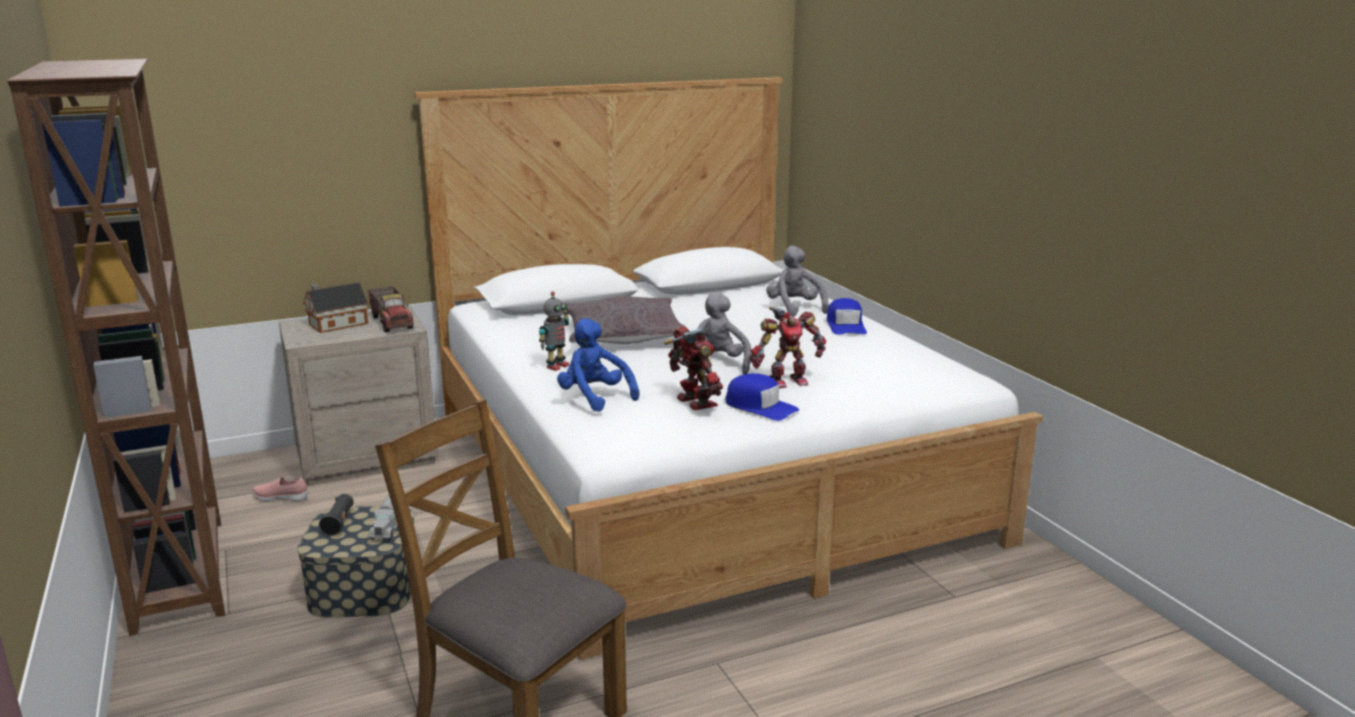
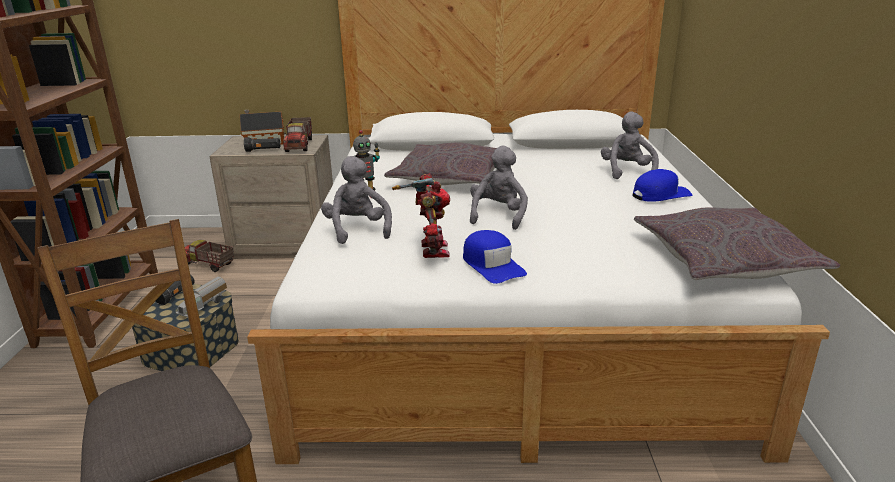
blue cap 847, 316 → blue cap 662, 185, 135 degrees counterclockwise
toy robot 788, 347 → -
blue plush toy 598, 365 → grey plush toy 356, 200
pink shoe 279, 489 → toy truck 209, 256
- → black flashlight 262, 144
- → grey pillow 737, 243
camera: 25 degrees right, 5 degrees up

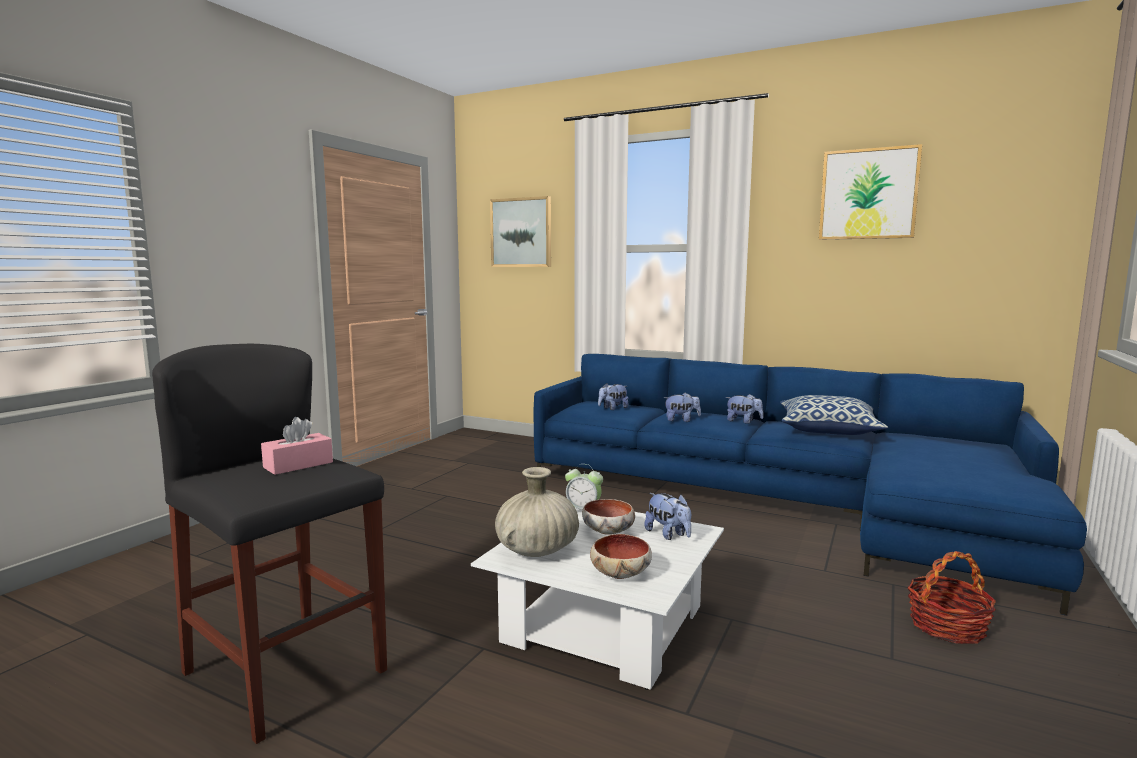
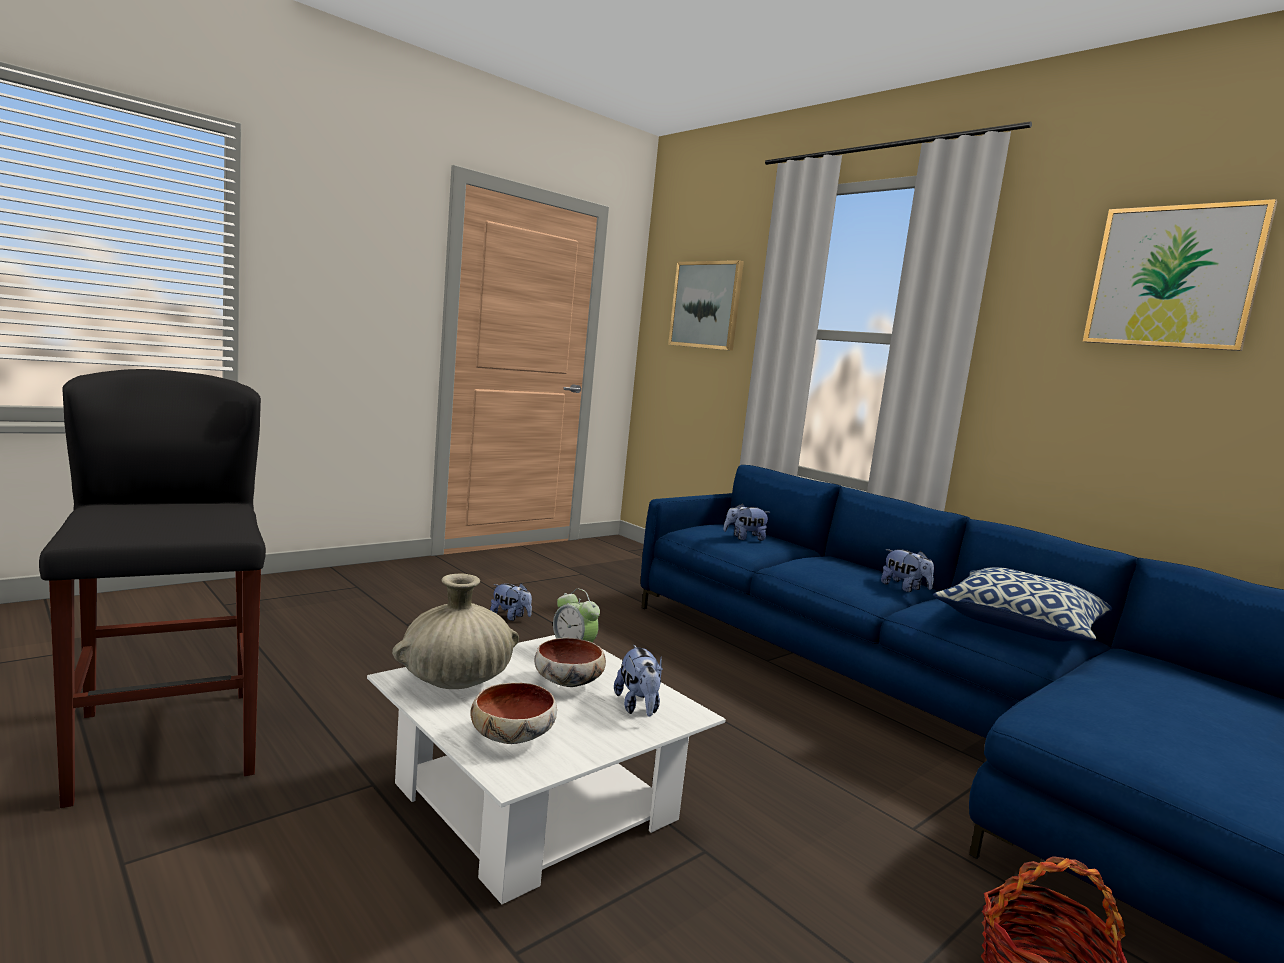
plush toy 682, 407 → plush toy 511, 602, moved
pink tissue box 297, 446 → -
camera: 20 degrees right, 0 degrees up

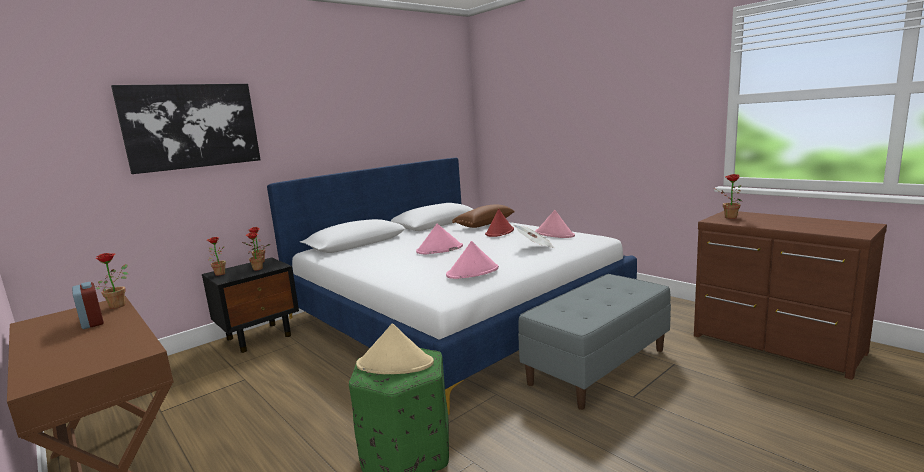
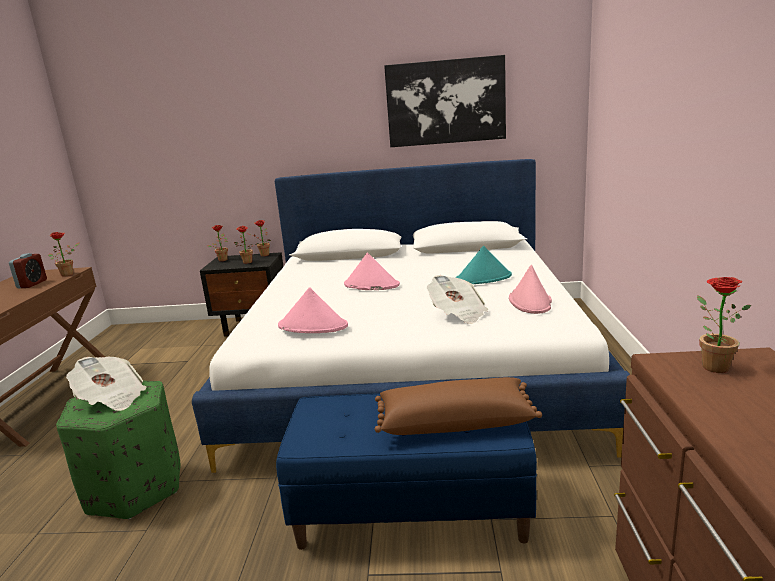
picture 186, 129 → picture 445, 101, moved
brown pillow 483, 216 → brown pillow 458, 406, moved
red hat 499, 223 → turquoise hat 483, 265
grey bench 594, 342 → blue bench 406, 471
beige hat 395, 348 → newspaper 106, 384
camera: 45 degrees right, 5 degrees up

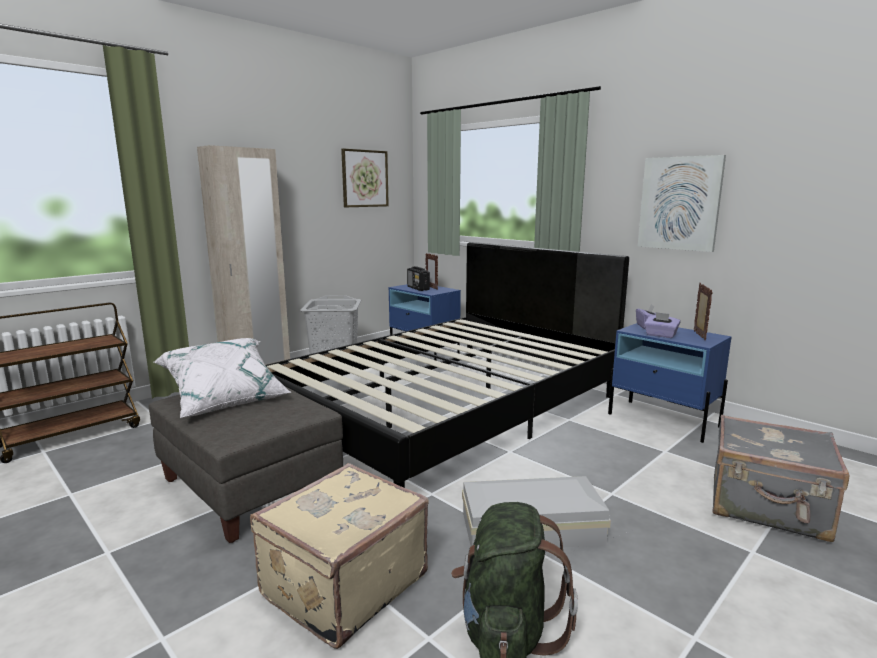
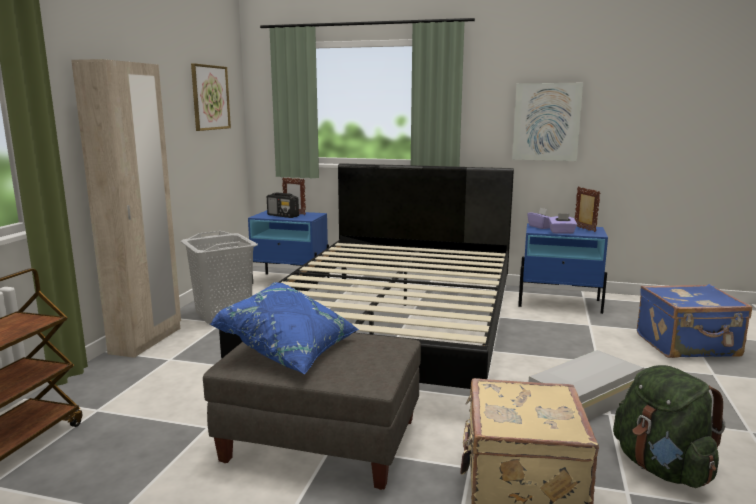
white pillow 222, 378 → blue pillow 284, 328
grey suitcase 780, 478 → blue suitcase 694, 321
camera: 30 degrees left, 0 degrees up

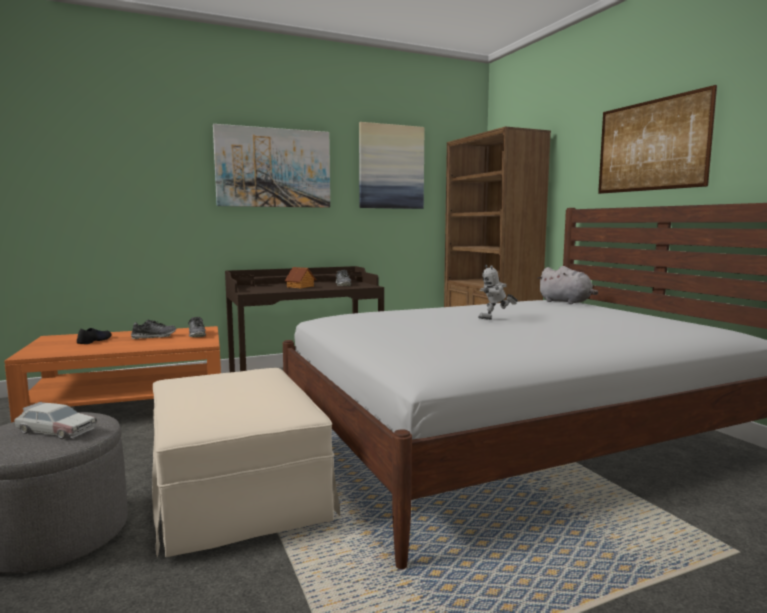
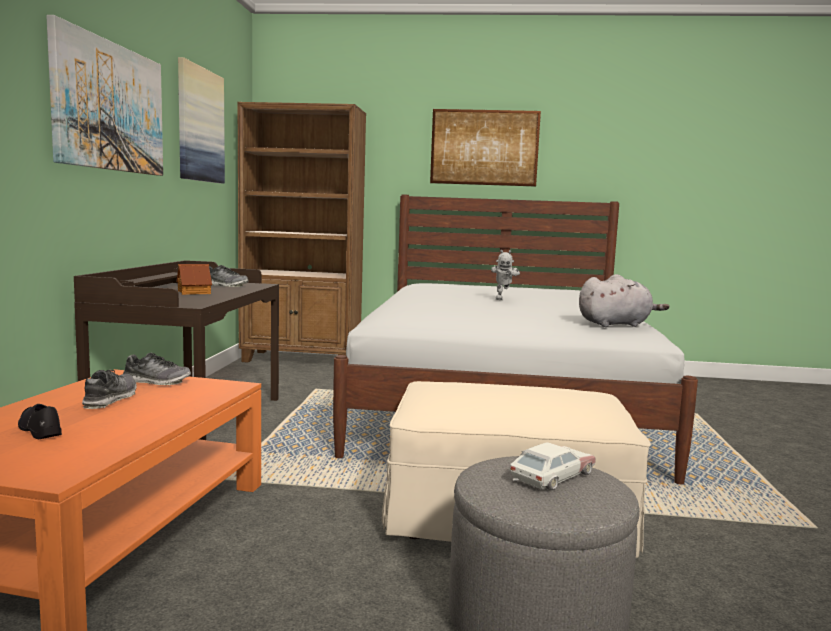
grey plush toy 567, 285 → grey plush toy 624, 300, moved
camera: 60 degrees left, 0 degrees up

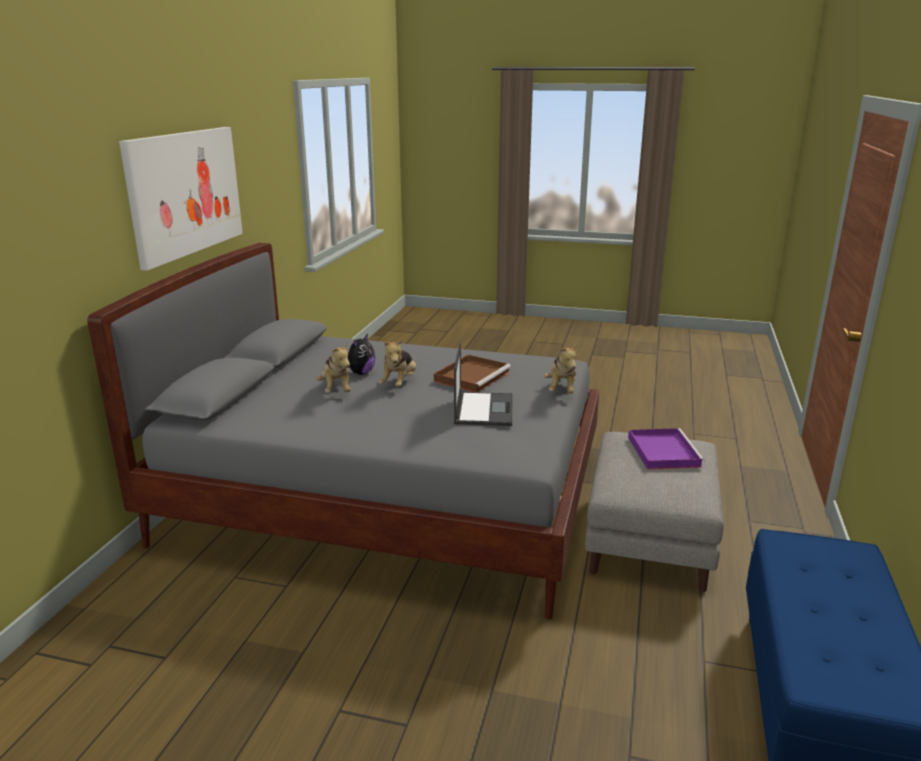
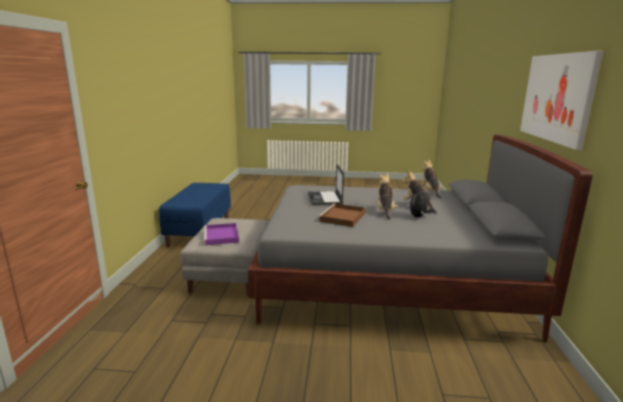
plush toy 561, 369 → plush toy 431, 179, moved
camera: 170 degrees right, 5 degrees down

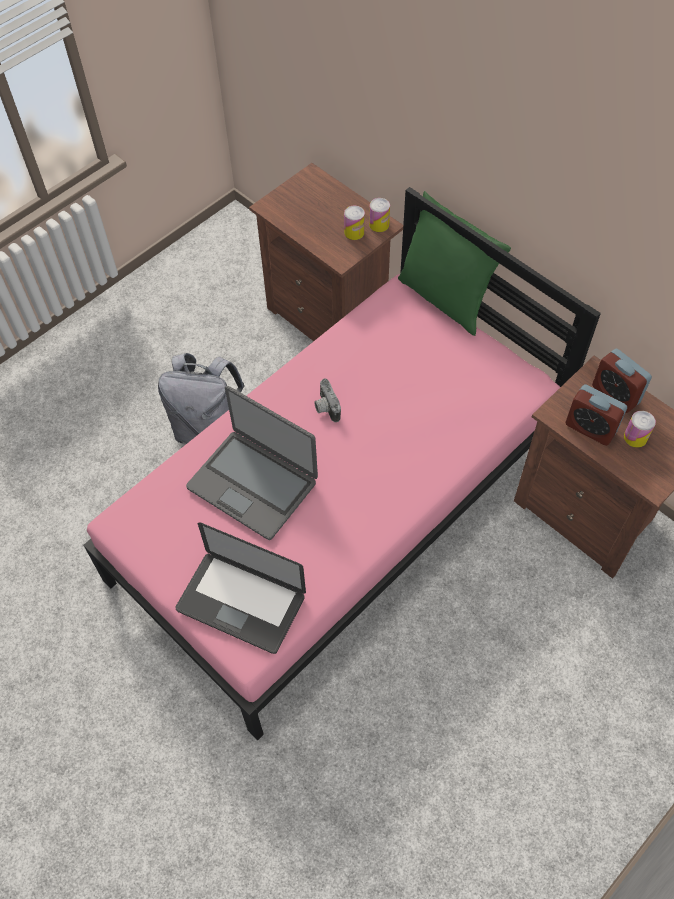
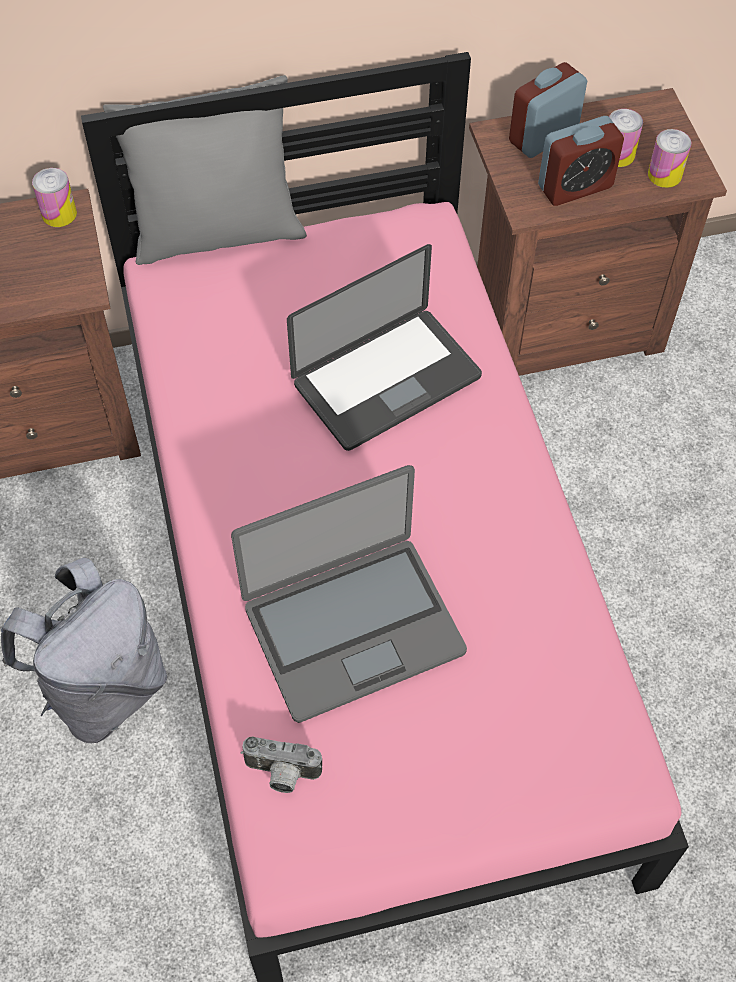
green pillow 454, 263 → grey pillow 205, 170
can 354, 223 → can 669, 158, moved
alarm clock 622, 380 → alarm clock 548, 110, 150 degrees clockwise
photo camera 327, 400 → photo camera 281, 765, moved
laptop 240, 588 → laptop 384, 347, moved
camera: 60 degrees left, 0 degrees up

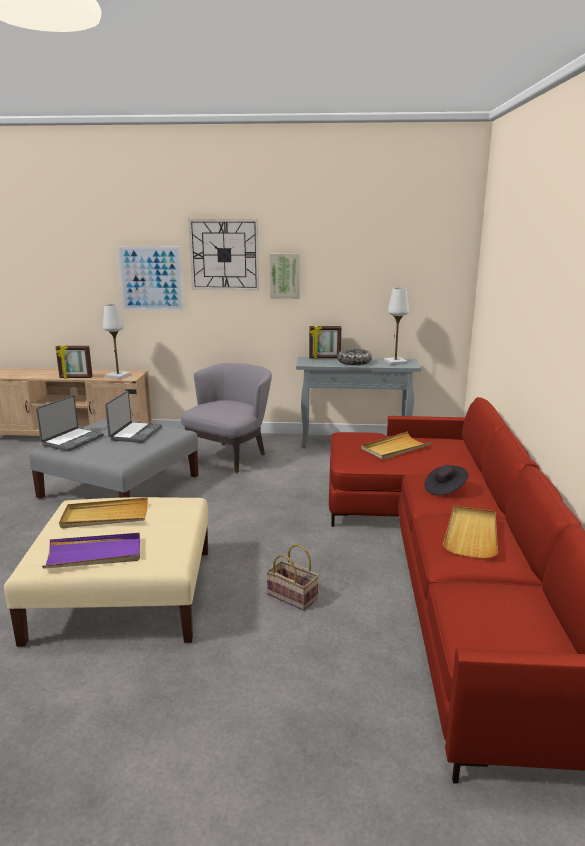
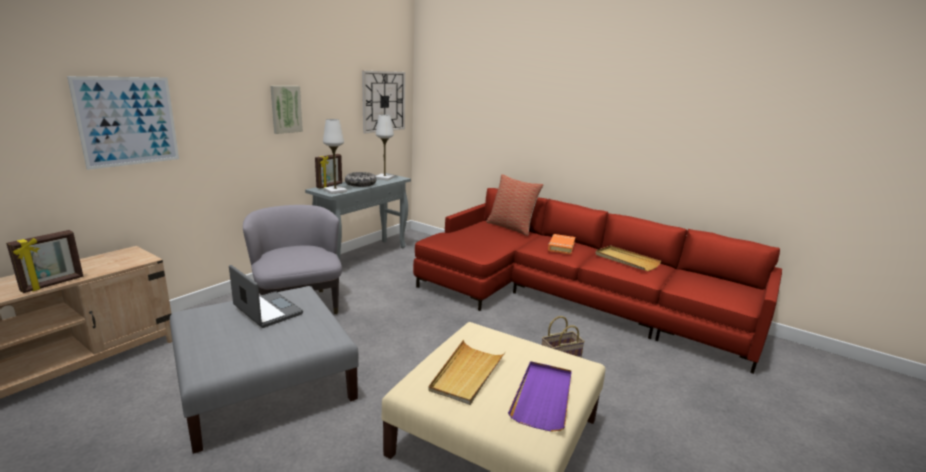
wall clock 223, 255 → wall clock 384, 102, moved
white table lamp 116, 341 → white table lamp 335, 156, moved
laptop 70, 423 → -
beige tray 396, 445 → -
black hat 446, 480 → orange book 561, 244
- → pillow 515, 205
camera: 60 degrees left, 0 degrees up

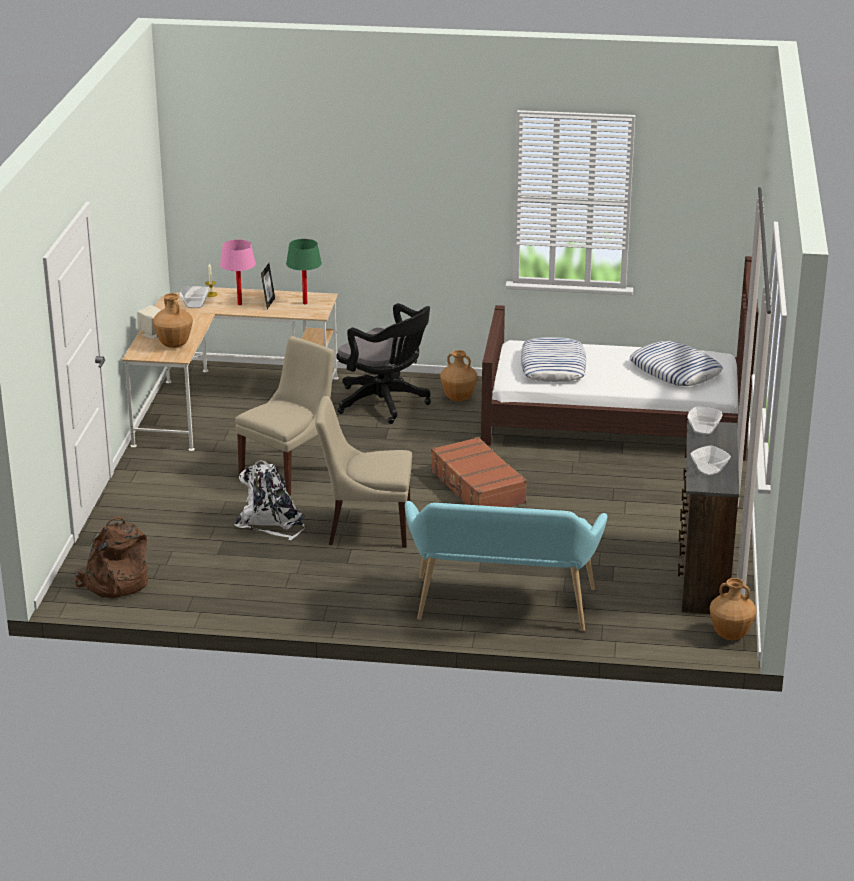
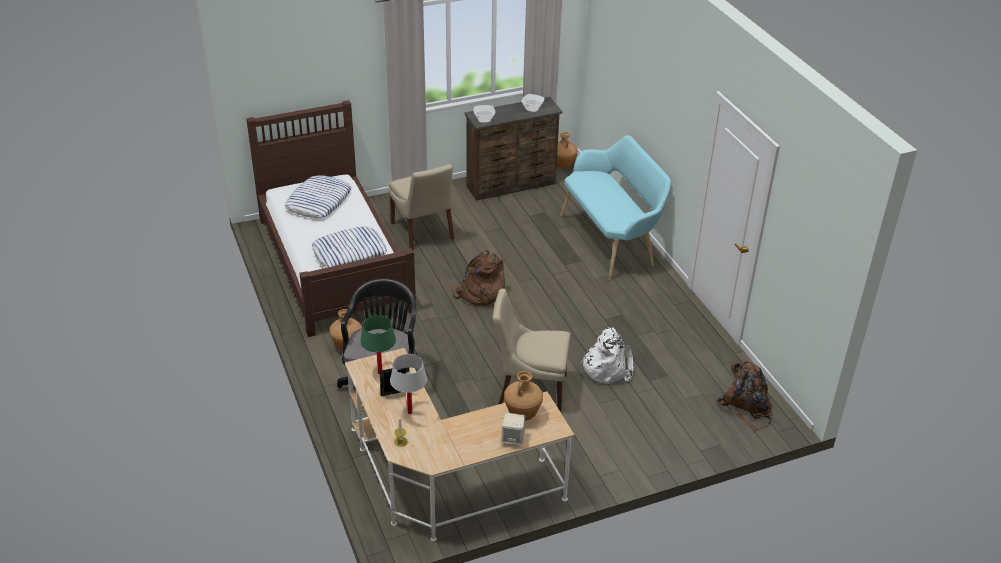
pink table lamp 238, 272 → white table lamp 408, 384
bowl 194, 297 → -
beige chair 363, 472 → beige chair 421, 207, moved
brown suitcase 479, 472 → brown backpack 478, 278
camera: 120 degrees left, 10 degrees up

